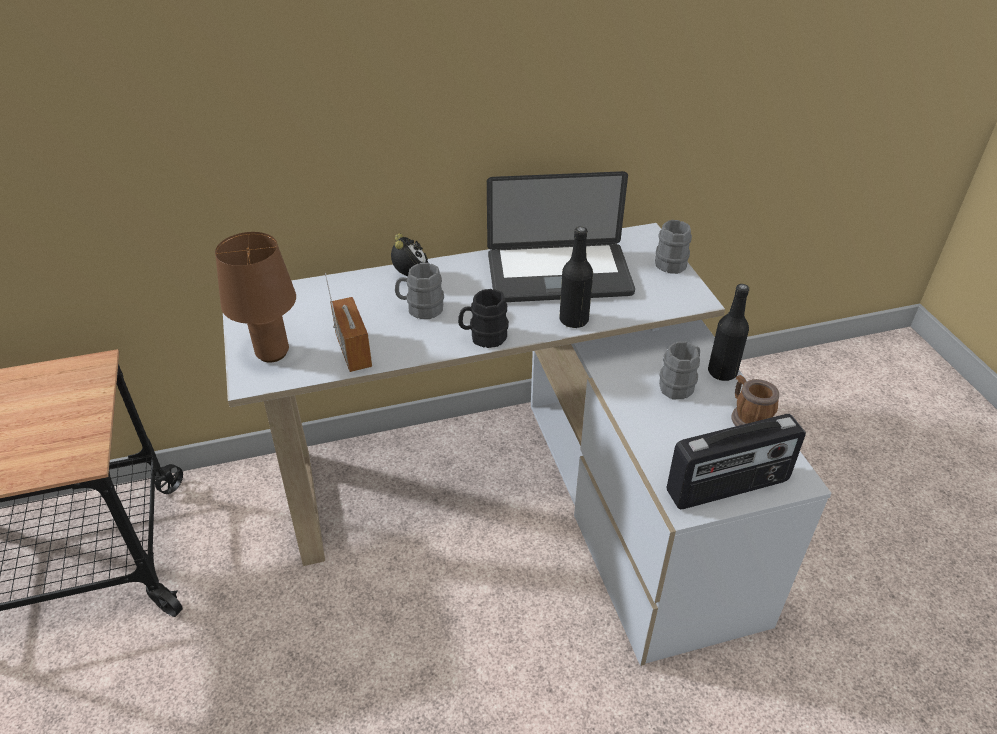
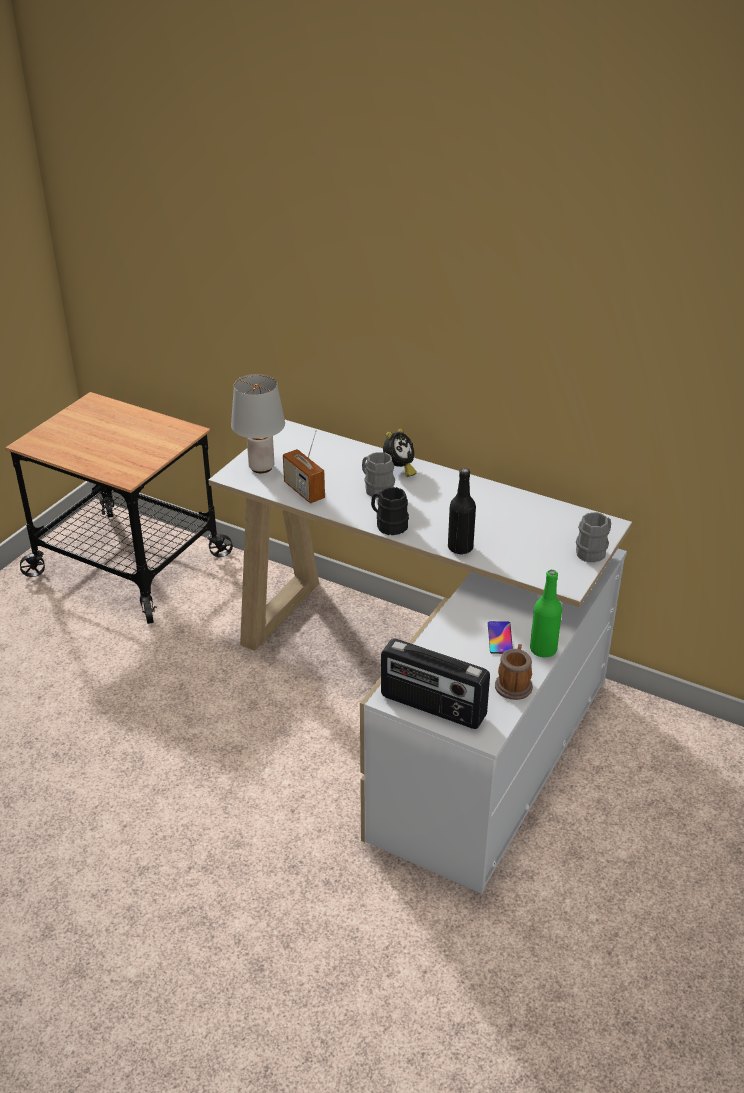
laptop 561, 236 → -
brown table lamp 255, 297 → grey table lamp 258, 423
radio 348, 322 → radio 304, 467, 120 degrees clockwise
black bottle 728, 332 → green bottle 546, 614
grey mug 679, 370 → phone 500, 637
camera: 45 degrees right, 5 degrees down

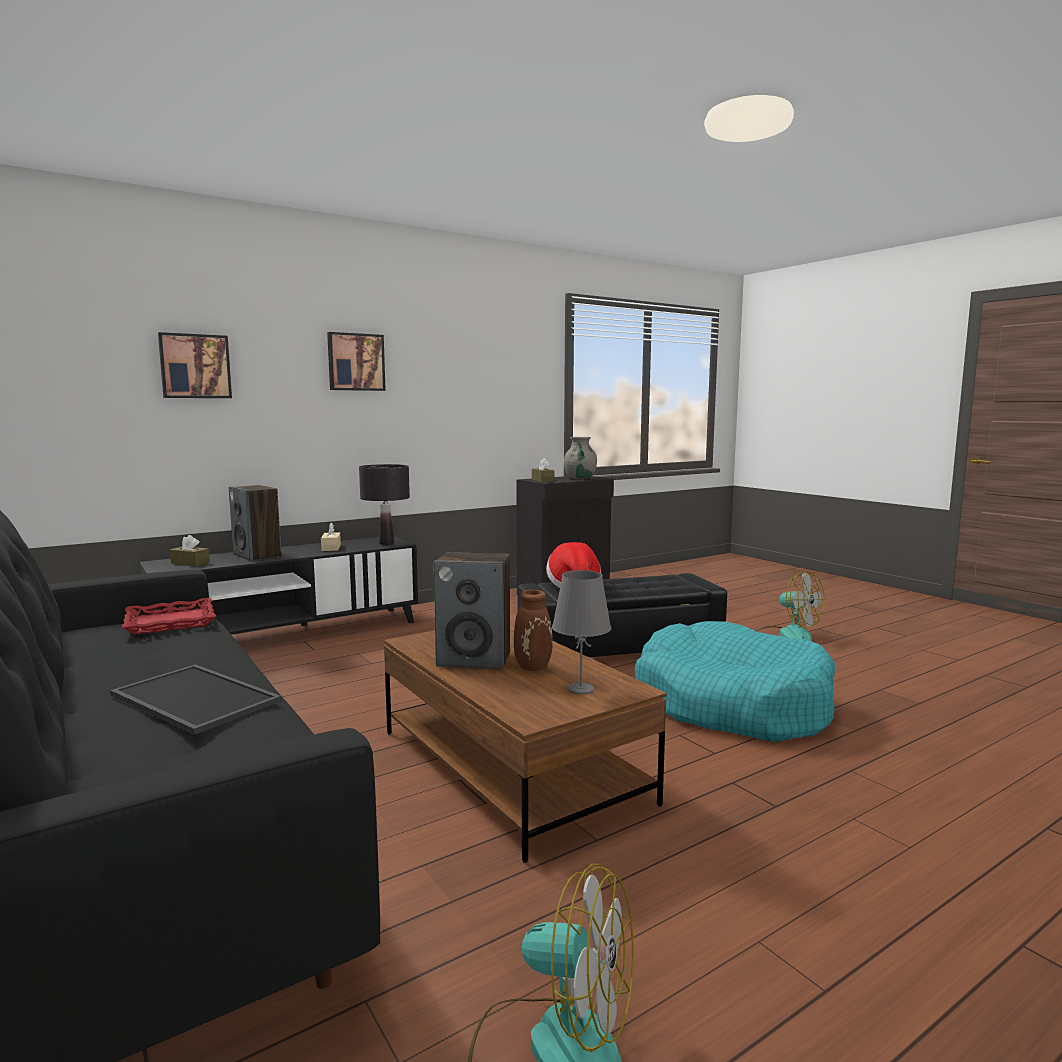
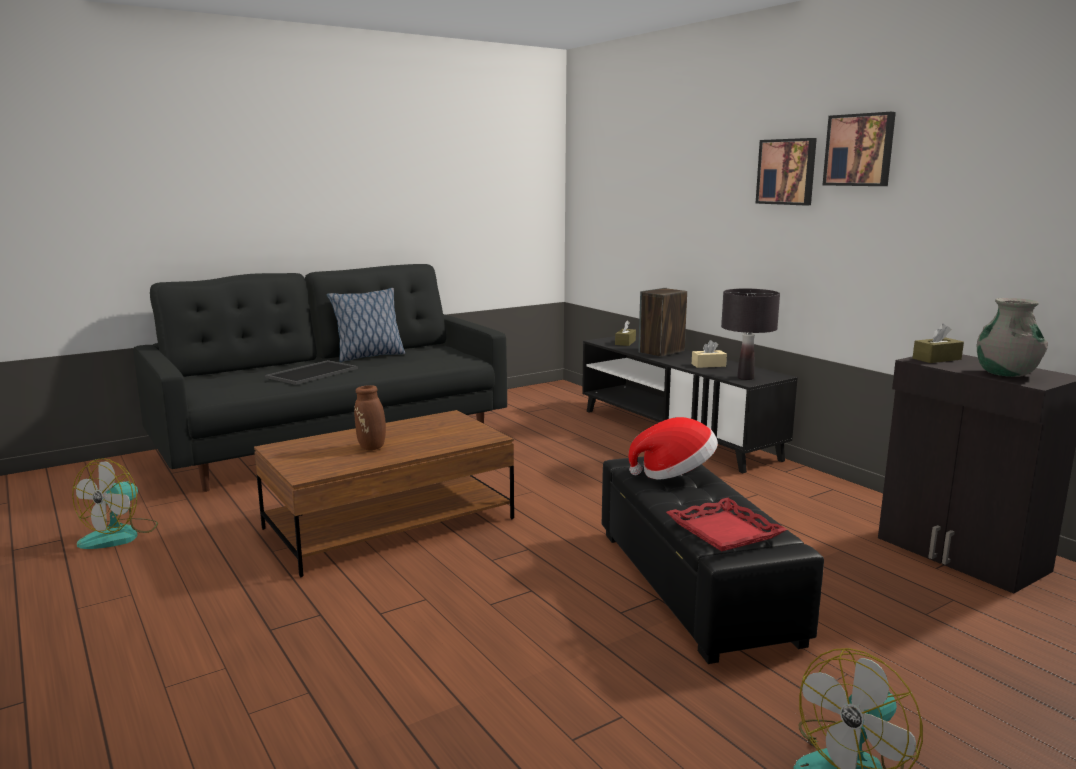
picture 195, 365 → picture 859, 149, moved
speaker 472, 611 → -
grey table lamp 581, 632 → -
red tray 169, 616 → red tray 726, 524, moved
turquoise dog bed 735, 681 → -
- → pillow 366, 325
camera: 90 degrees right, 5 degrees up

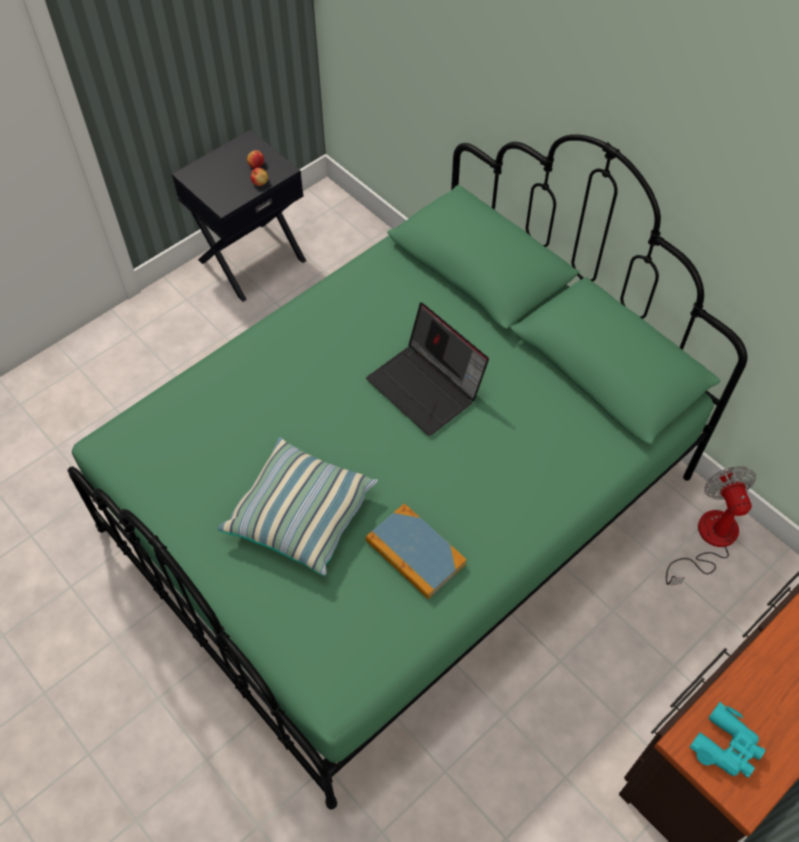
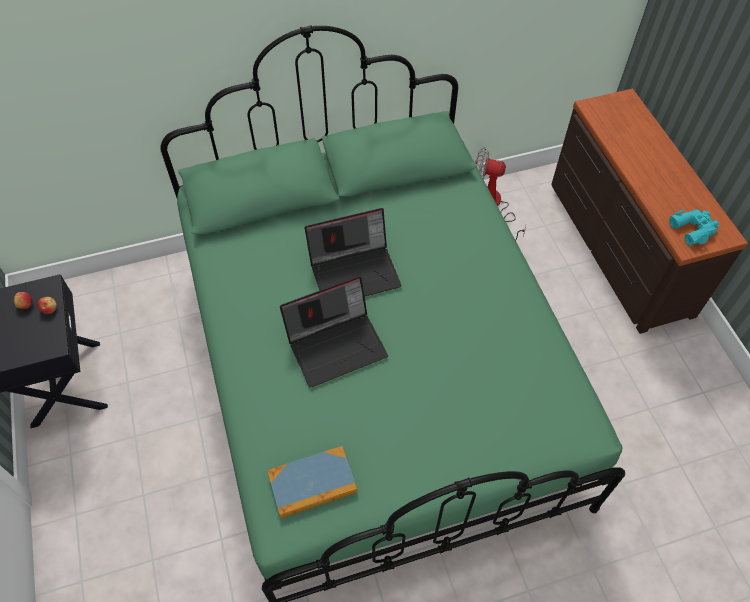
pillow 297, 506 → -
book 416, 551 → book 312, 482, moved
- → laptop 334, 332
camera: 65 degrees left, 0 degrees up

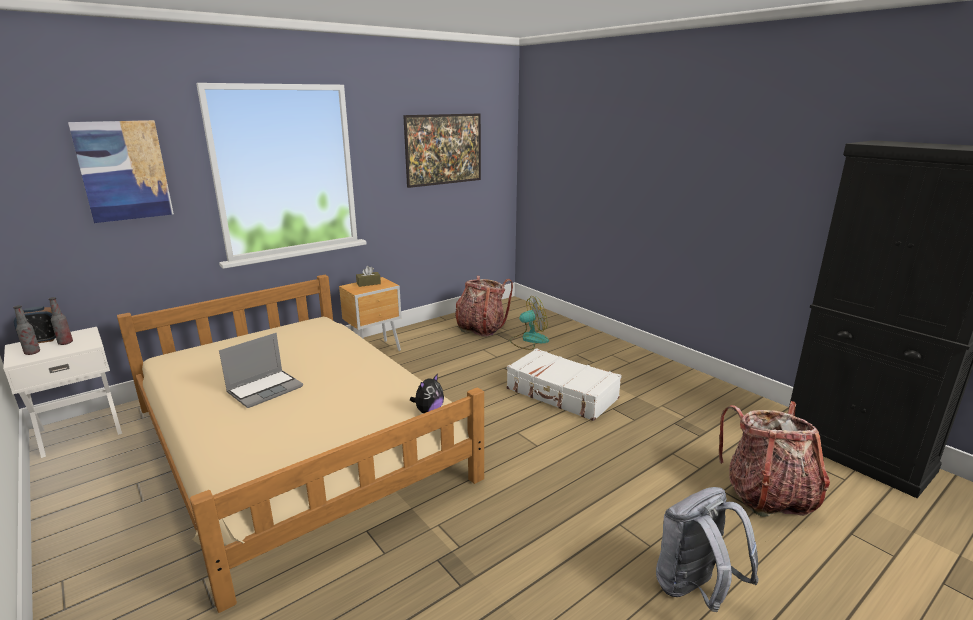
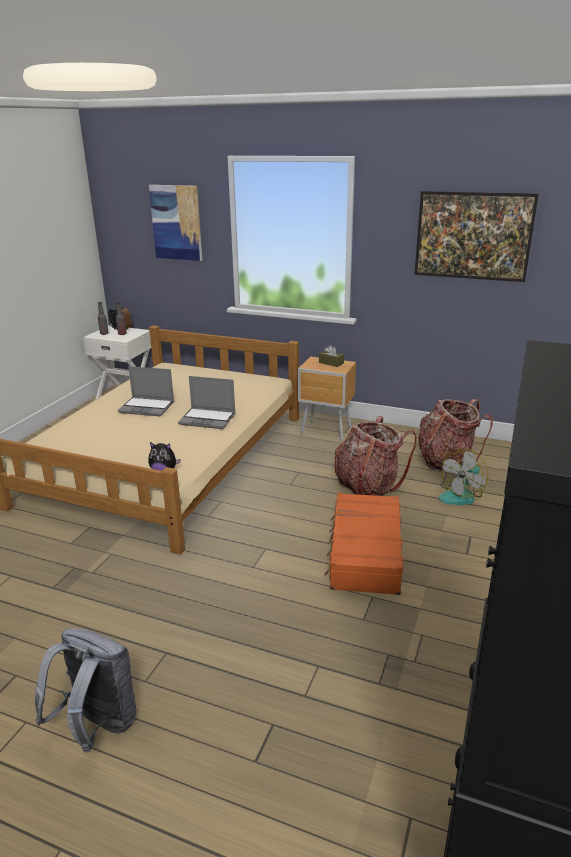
fan 529, 323 → fan 463, 476, 90 degrees clockwise
white suitcase 564, 384 → orange suitcase 364, 544
backpack 774, 459 → backpack 375, 456, moved
- → laptop 207, 402
camera: 60 degrees right, 5 degrees up

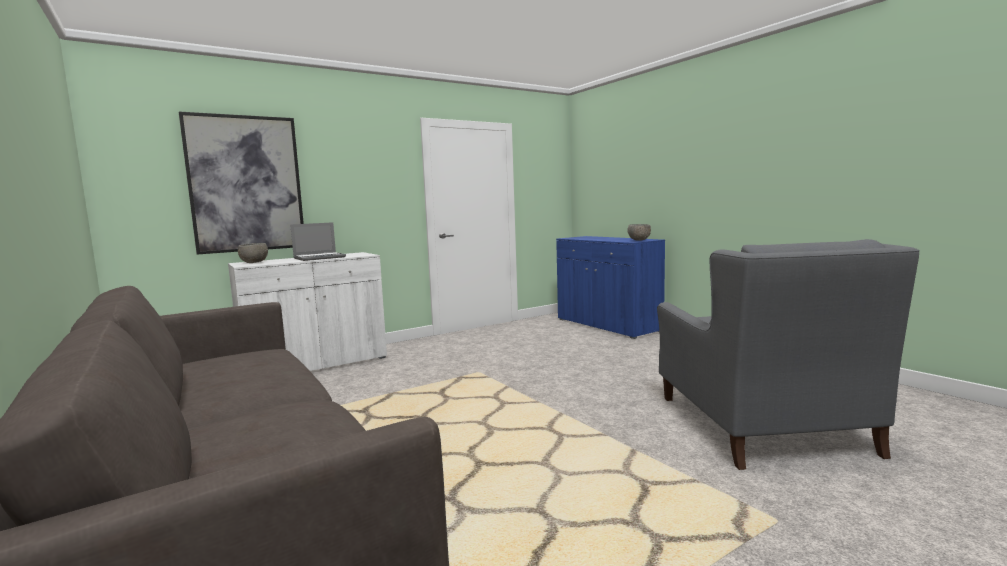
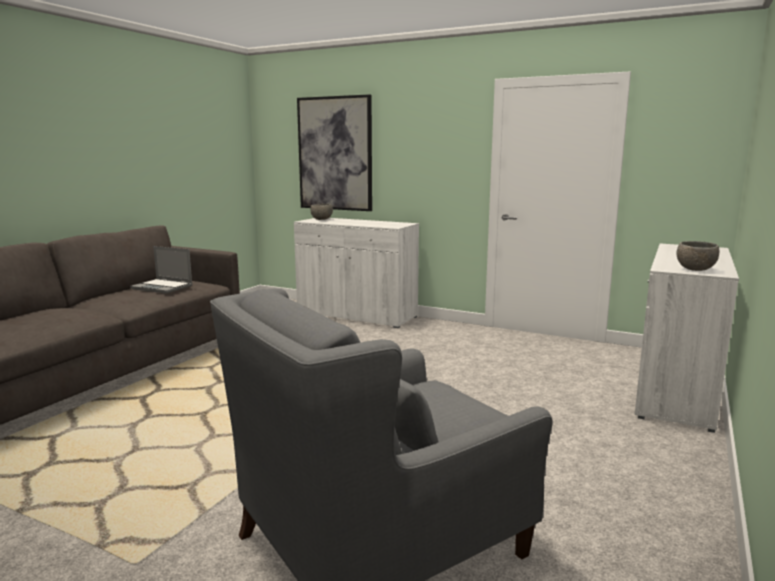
laptop 318, 241 → laptop 161, 270, moved
blue cabinet 610, 287 → white cabinet 686, 338
camera: 60 degrees right, 5 degrees up

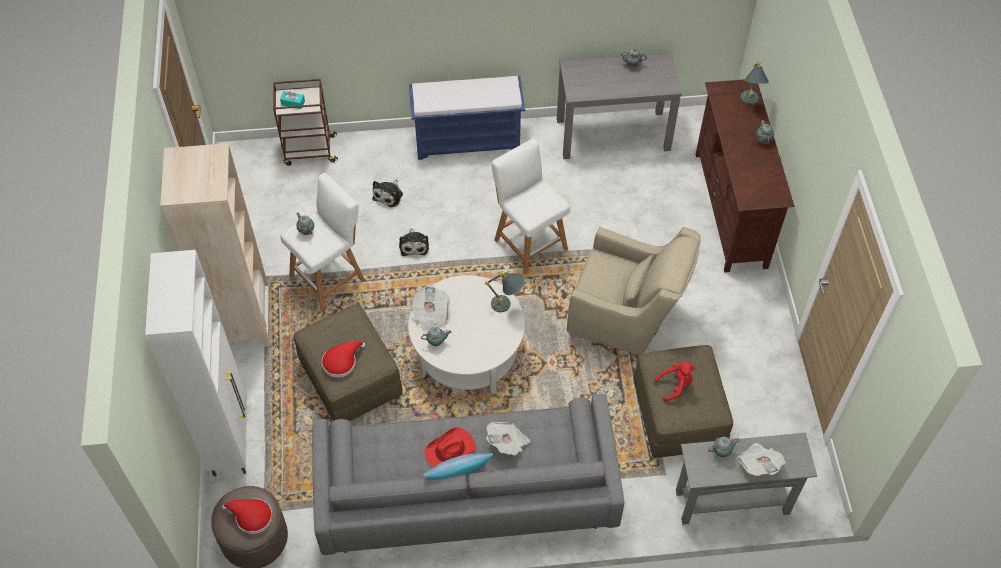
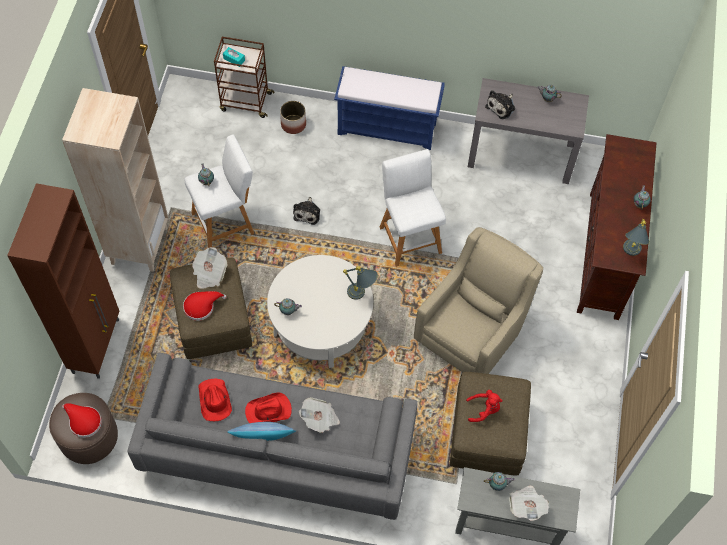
grey table lamp 755, 83 → grey table lamp 636, 237, moved
plush toy 387, 193 → plush toy 500, 104, moved
beige armchair 634, 290 → beige armchair 478, 300, 90 degrees counterclockwise
white cabinet 196, 363 → brown cabinet 63, 281
newspaper 430, 309 → newspaper 209, 268, moved
- → planter 293, 117
- → red hat 215, 400
camera: 15 degrees right, 5 degrees up

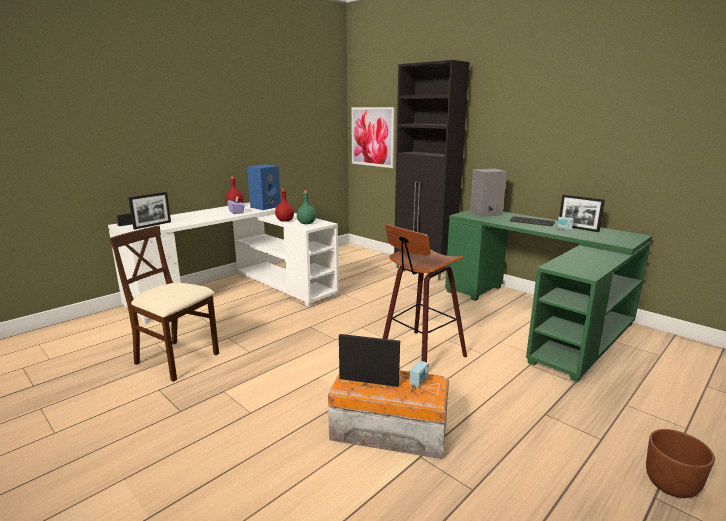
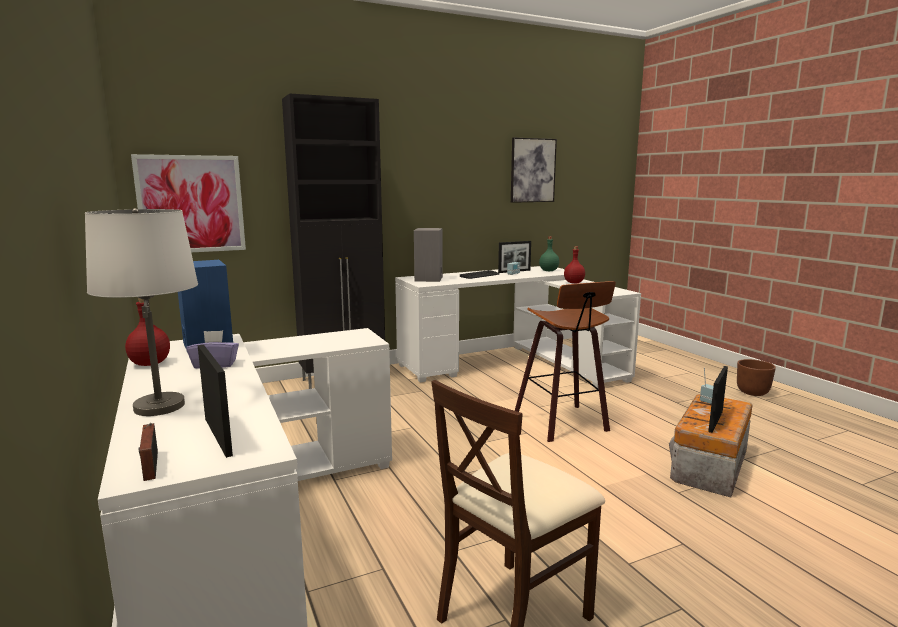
red bottle 284, 205 → red bottle 574, 265, moved
green bottle 306, 207 → green bottle 549, 254, moved
green desk 548, 296 → white desk 518, 327
- → picture 534, 170
- → white table lamp 141, 312
camera: 70 degrees left, 5 degrees down

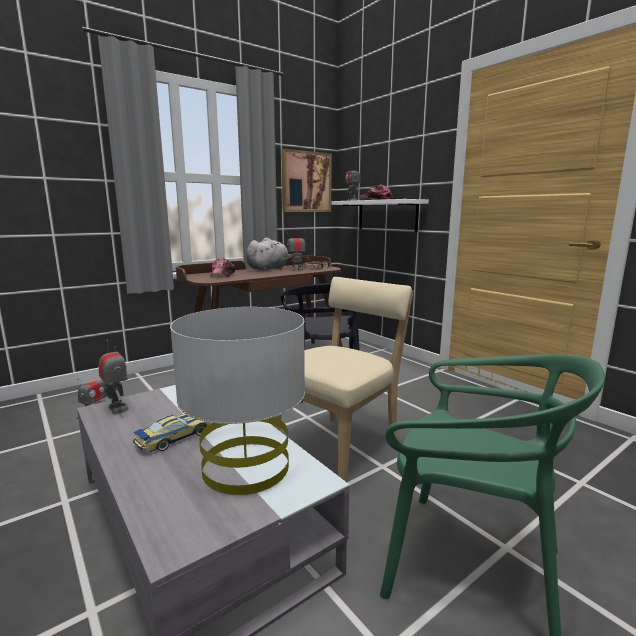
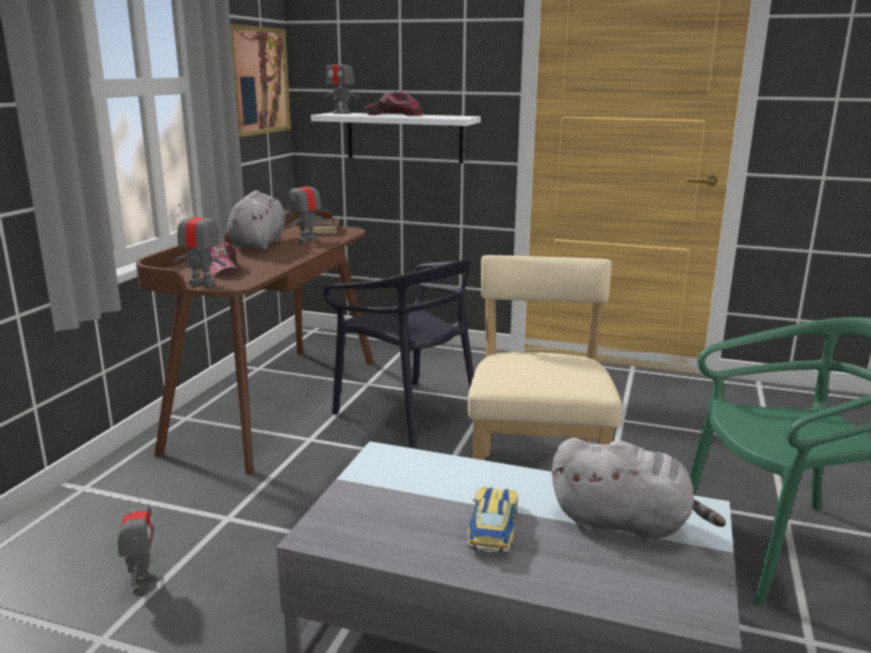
grey table lamp 237, 401 → grey plush toy 639, 490
toy robot 114, 377 → toy robot 199, 245, moved
camera: 35 degrees left, 5 degrees up

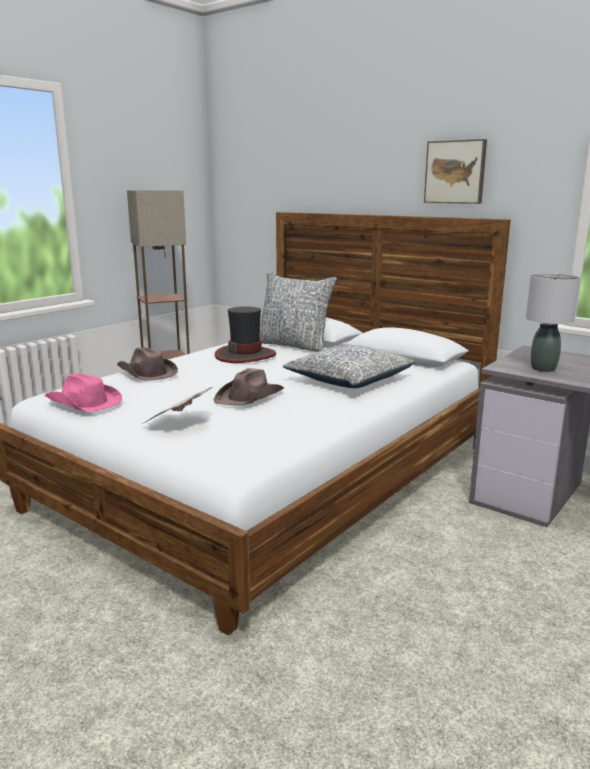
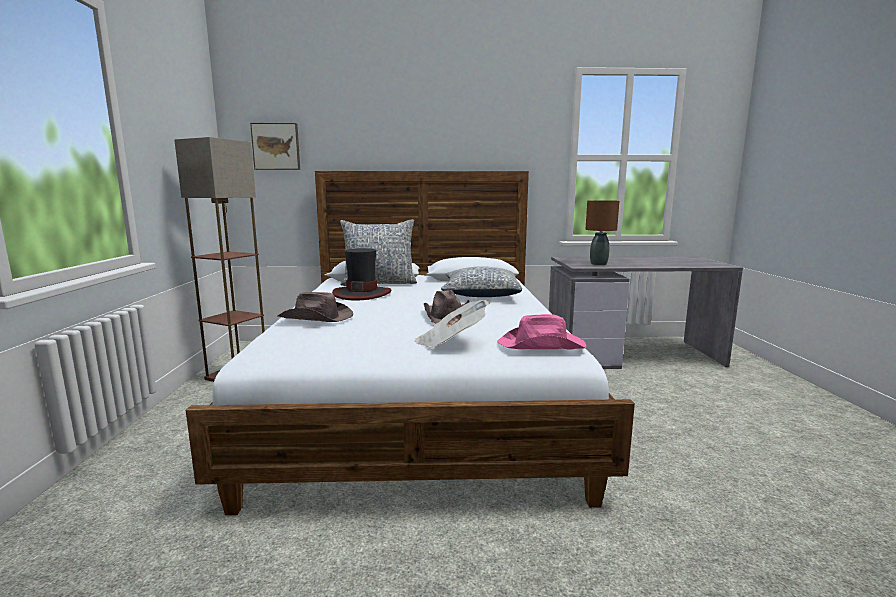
picture 455, 171 → picture 275, 146, moved
grey table lamp 553, 322 → brown table lamp 602, 232
pink hat 83, 392 → pink hat 542, 331, moved
camera: 40 degrees left, 5 degrees down

